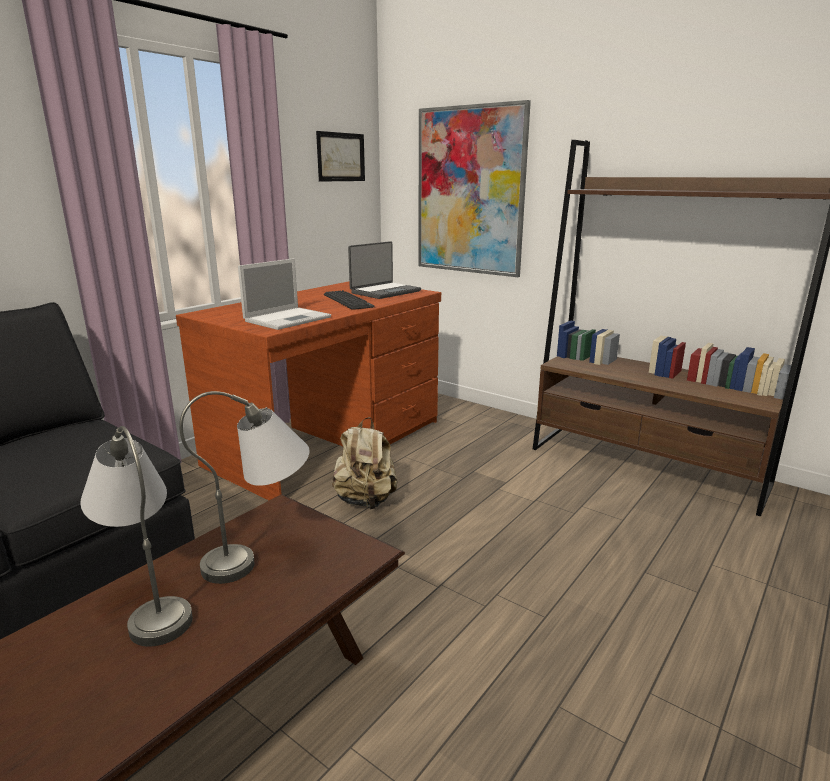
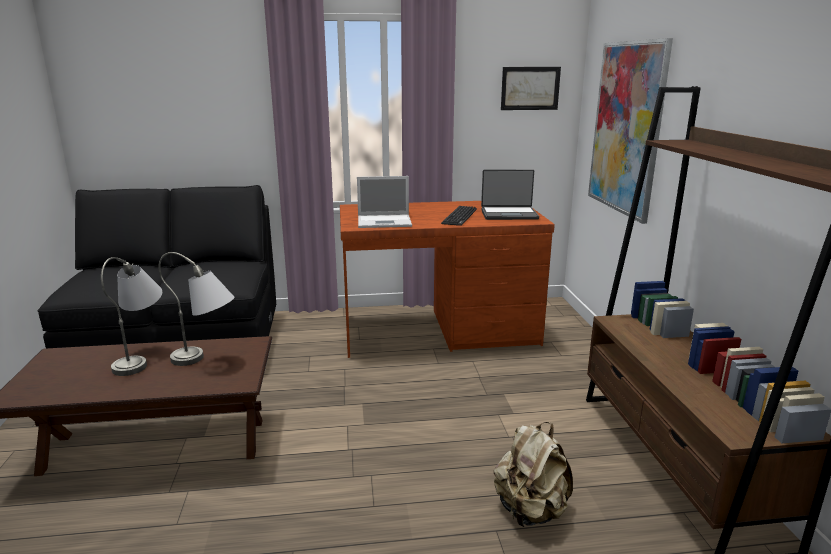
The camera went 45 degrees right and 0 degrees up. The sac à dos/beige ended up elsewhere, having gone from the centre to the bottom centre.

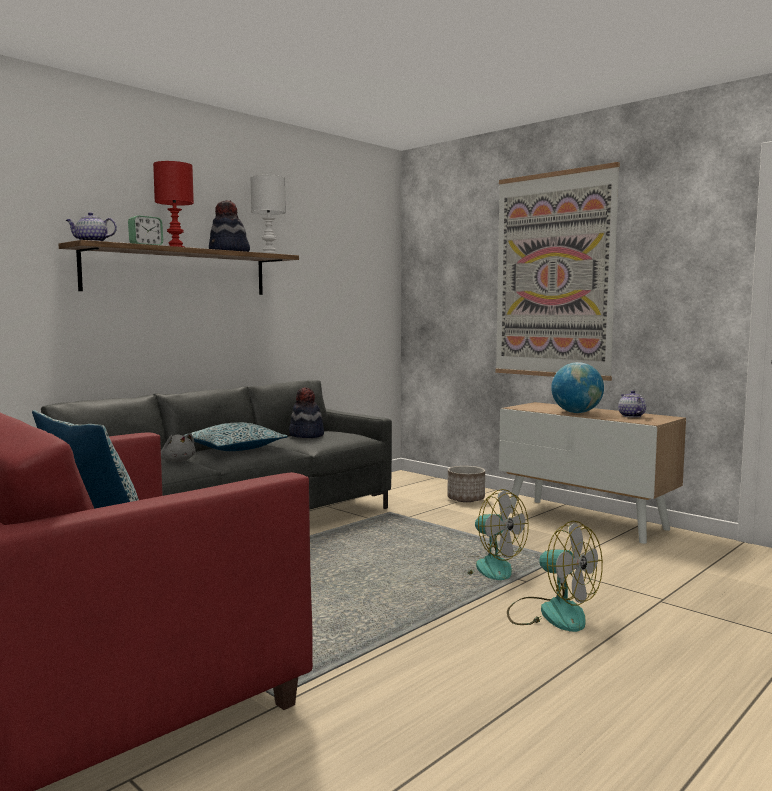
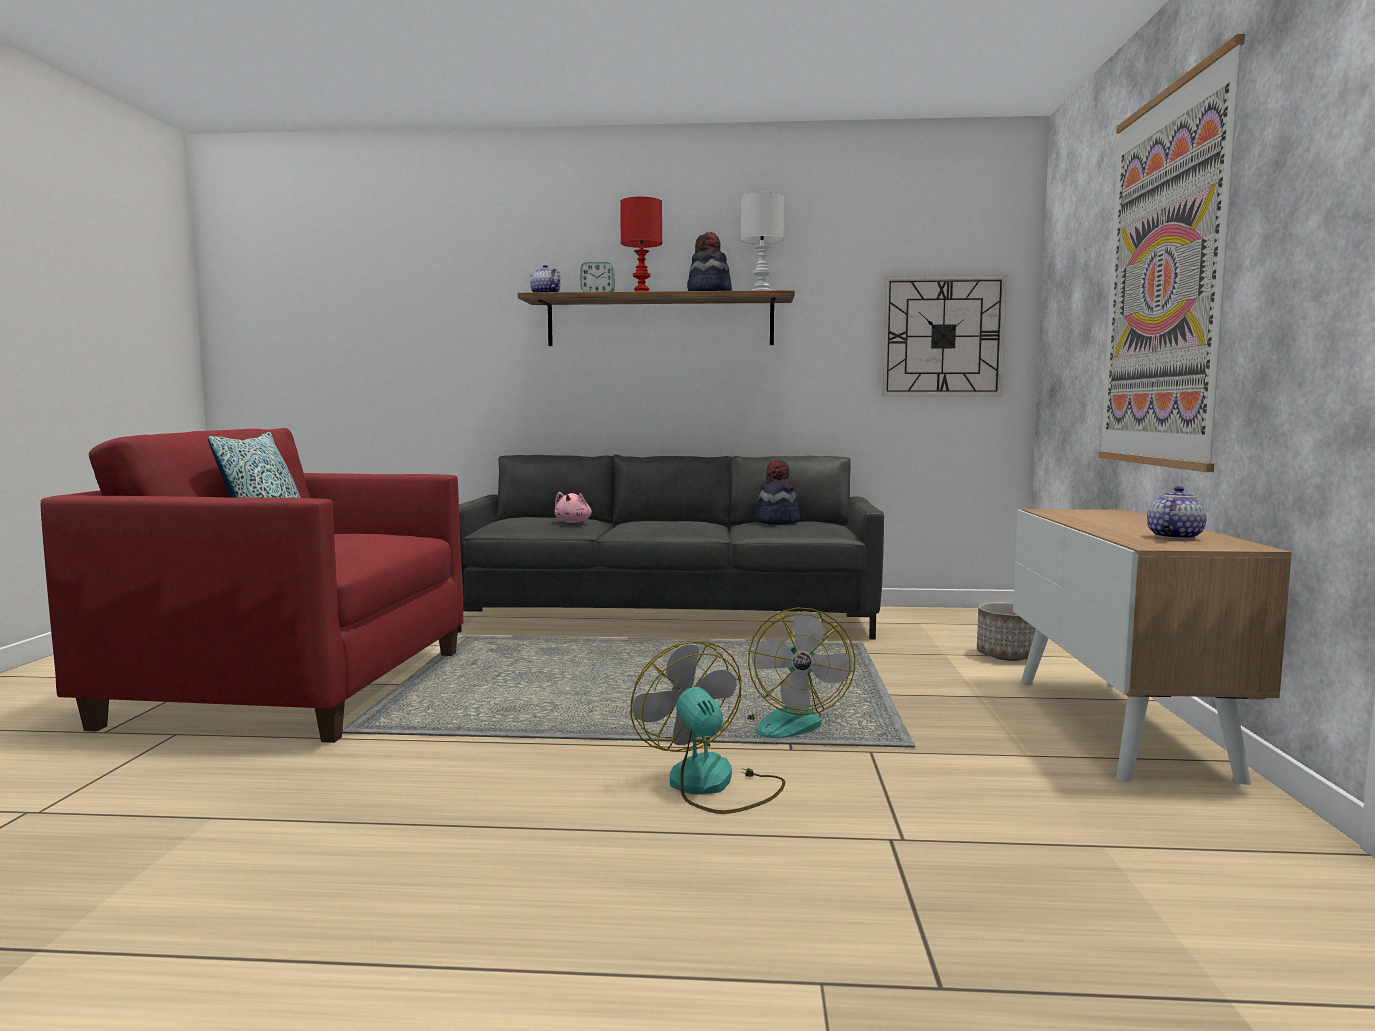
The camera went 50 degrees right and 0 degrees up. The second view lost the globe at the middle right. The second view lost the coussin (no. 2 from left) at the middle left. What was the peluche/gris at the middle left turned into the peluche/rose at the centre. The ventilateur (no. 2 from left in the first image) at the bottom right ended up facing another way, 150 degrees clockwise from before. The second view gained the horloge murale at the top right.

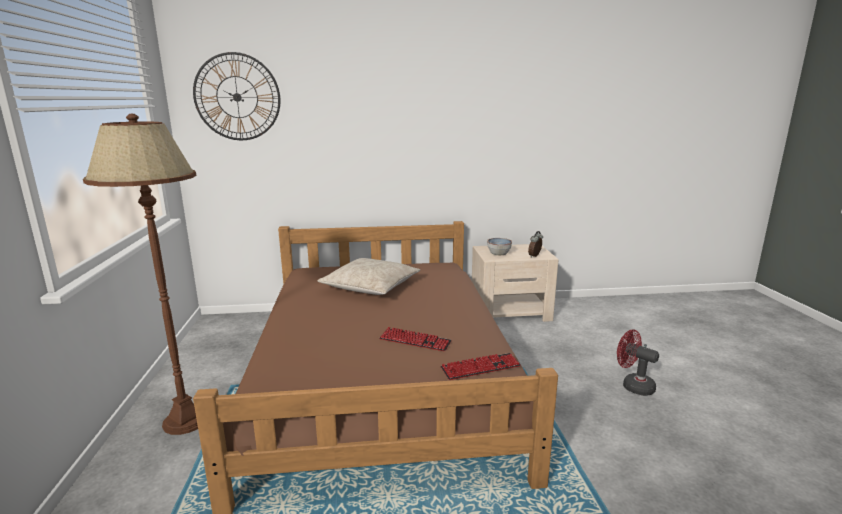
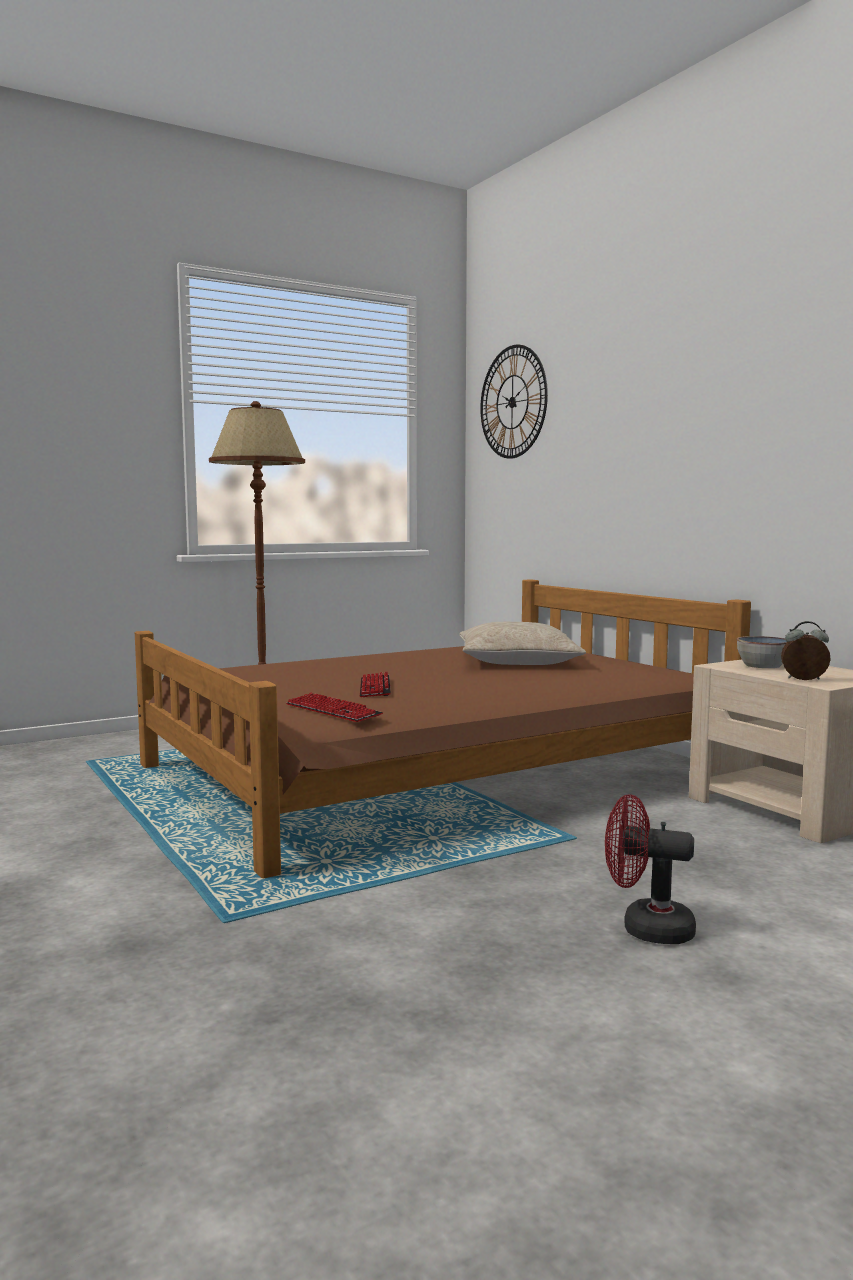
The camera went 65 degrees right and 10 degrees down. The ventilateur/rouge at the bottom right ended up facing another way, 90 degrees counterclockwise from before.

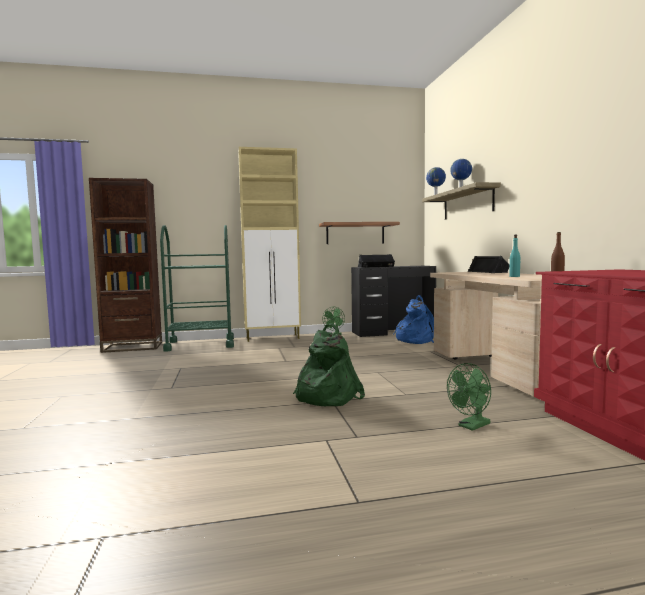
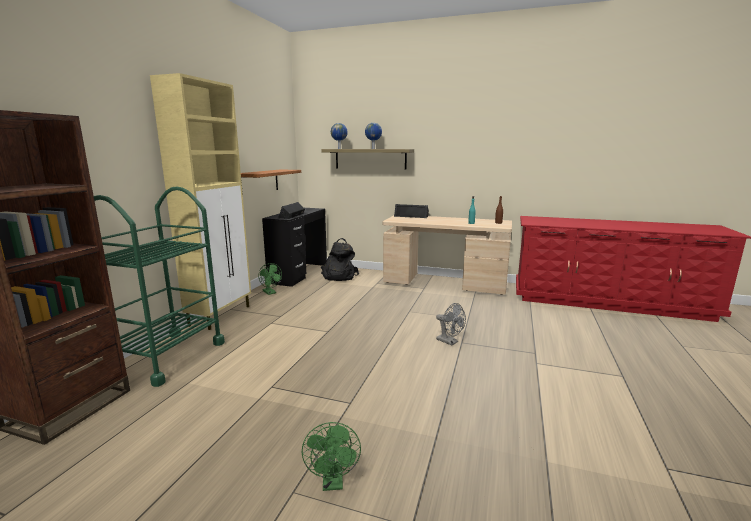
The camera went 60 degrees left and 10 degrees up. What was the sac à dos/bleu at the centre turned into the sac à dos/noir at the centre. Where the sac à dos/vert stood at the centre, the ventilateur/gris came to stand at the centre. The ventilateur/vert (no. 2 from left) ended up elsewhere, having gone from the bottom right to the bottom centre.

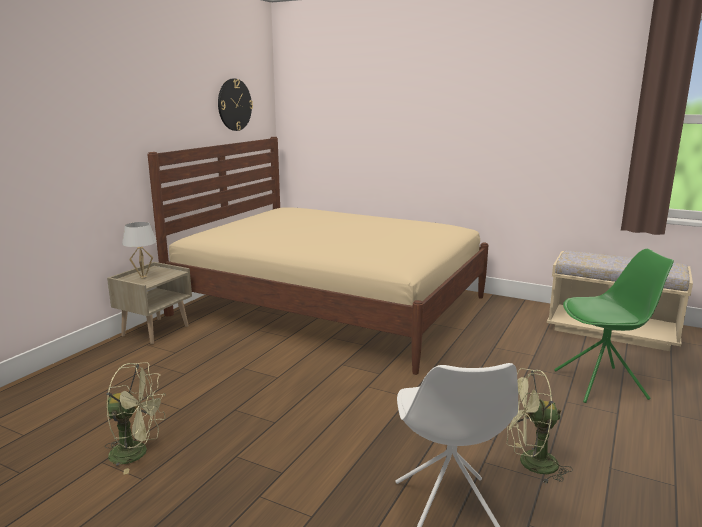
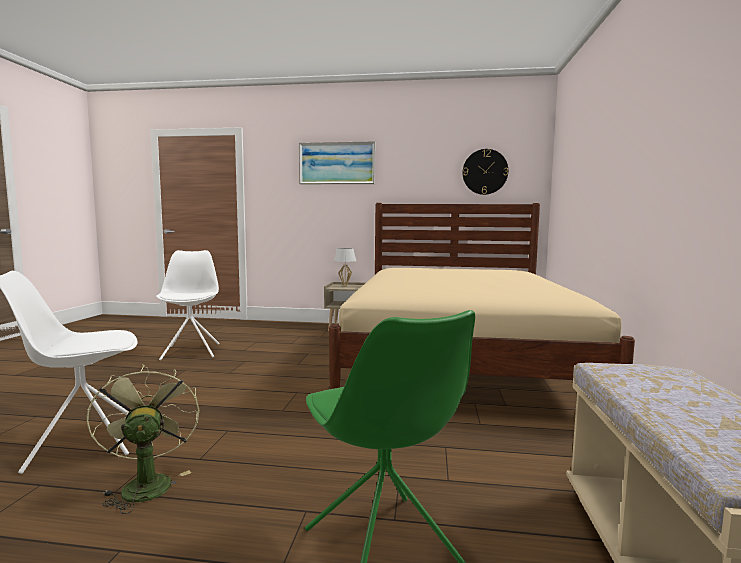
The camera went 70 degrees right and 10 degrees down. Where the ventilateur/vert (no. 1 from left) stood at the bottom left, the chaise/blanc (no. 2 from left) came to stand at the middle left. The second view gained the tableau at the top centre.

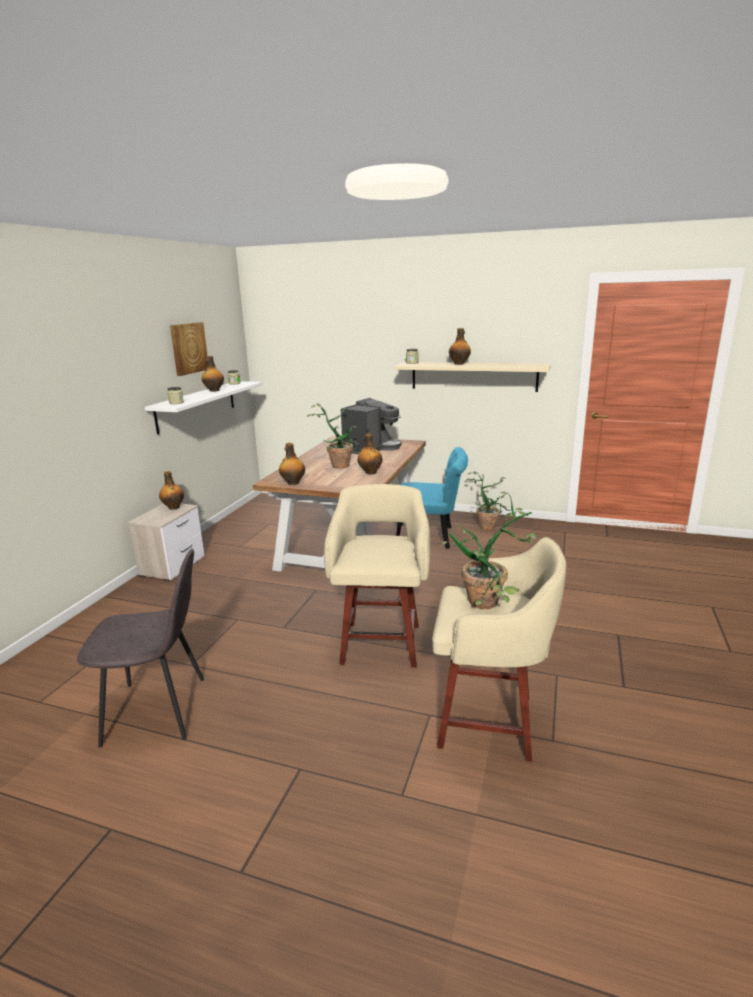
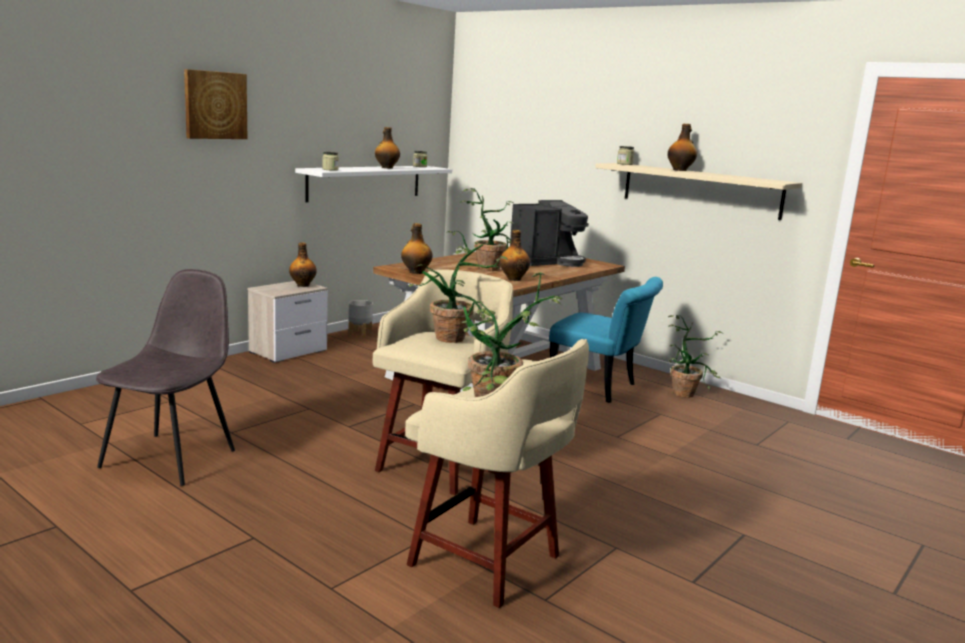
The camera went 20 degrees right and 5 degrees down. The tableau ended up elsewhere, having gone from the middle left to the top left. The chaise/gris at the middle left ended up facing another way, 90 degrees counterclockwise from before. The second view gained the plante en pot (no. 1 from left) at the centre. The second view gained the cache-pot/gris at the centre.

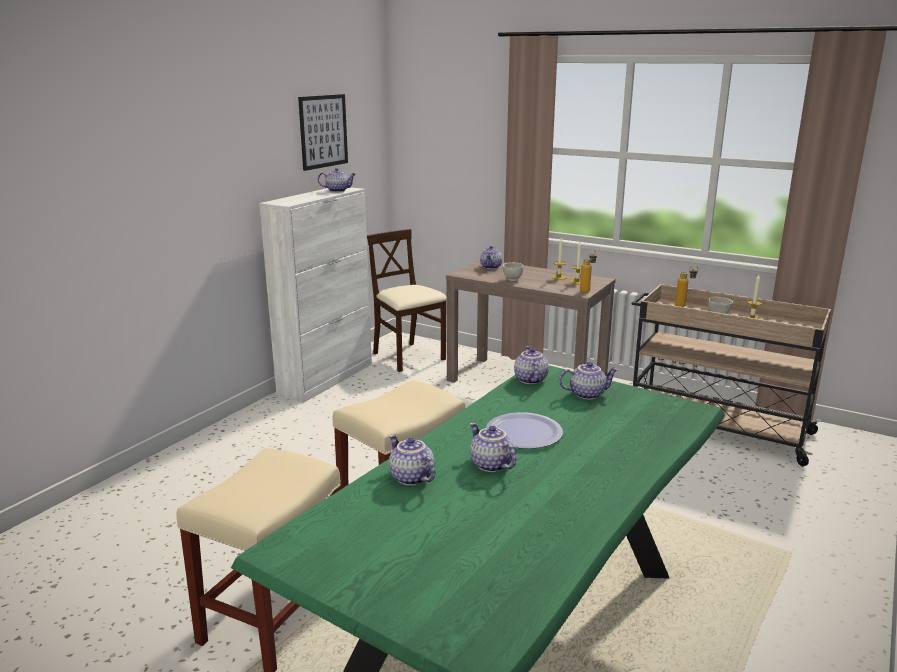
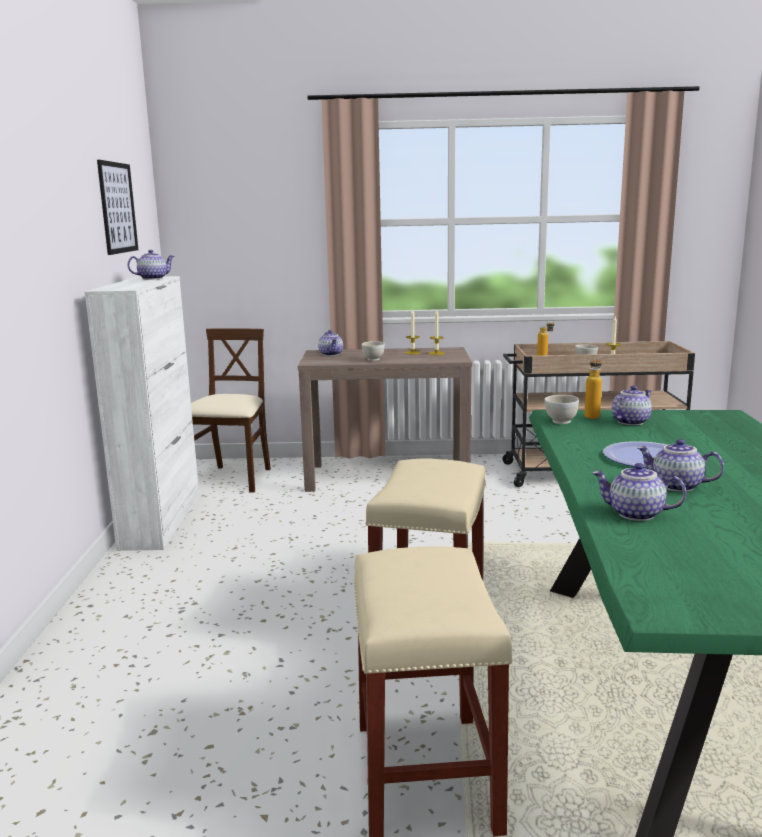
The camera went 30 degrees left and 5 degrees down. The chaise/beige at the centre ended up facing another way, 75 degrees clockwise from before. The bouteille (no. 1 from left in the first image) ended up elsewhere, having gone from the centre to the middle right. Where the théière (no. 5 from left) stood at the centre, the bol/blanc (no. 2 from left) came to stand at the middle right.

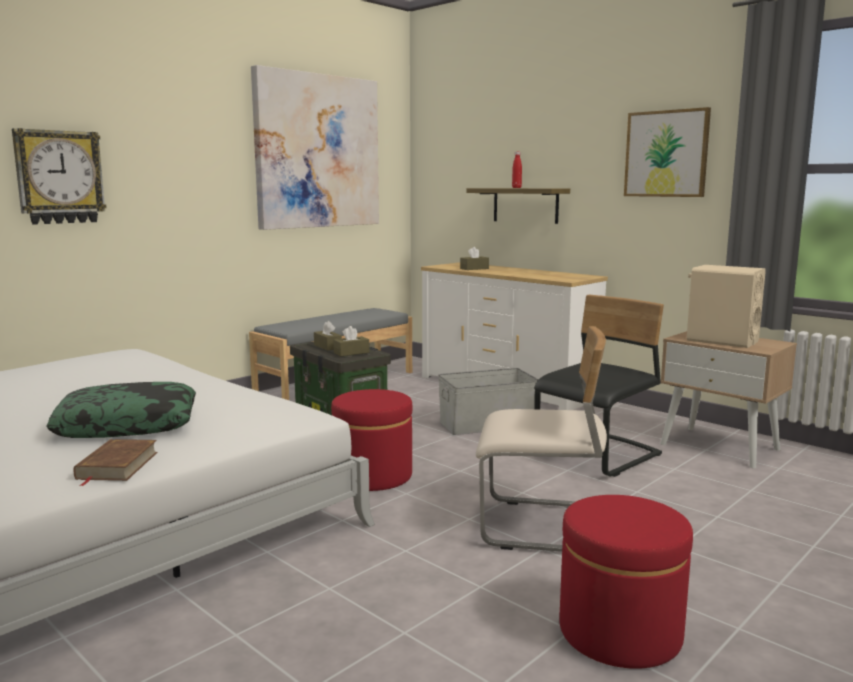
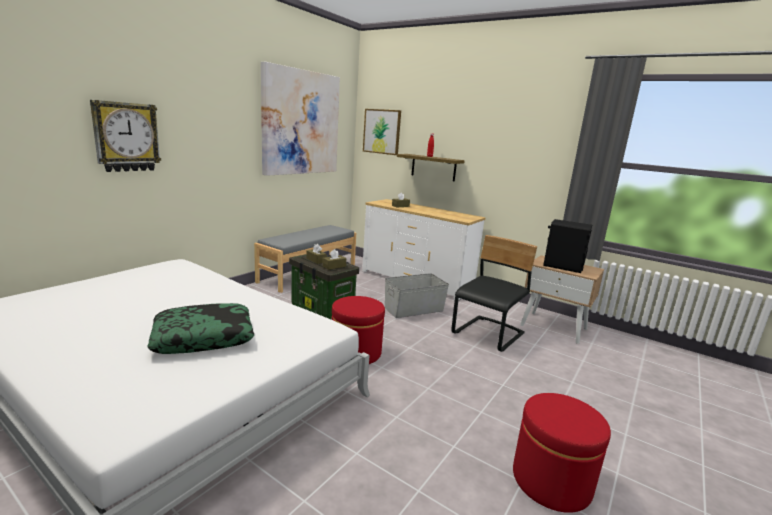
The camera went 10 degrees left and 5 degrees up. The tableau (no. 2 from left) ended up elsewhere, having gone from the top right to the top centre. What was the enceinte/beige at the middle right turned into the enceinte/noir at the middle right. The second view lost the chaise/beige at the centre. The second view lost the livre/marron at the bottom left.

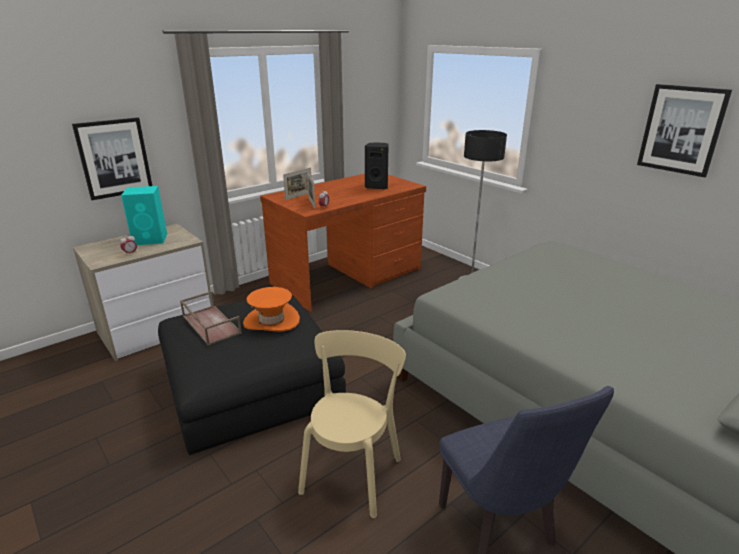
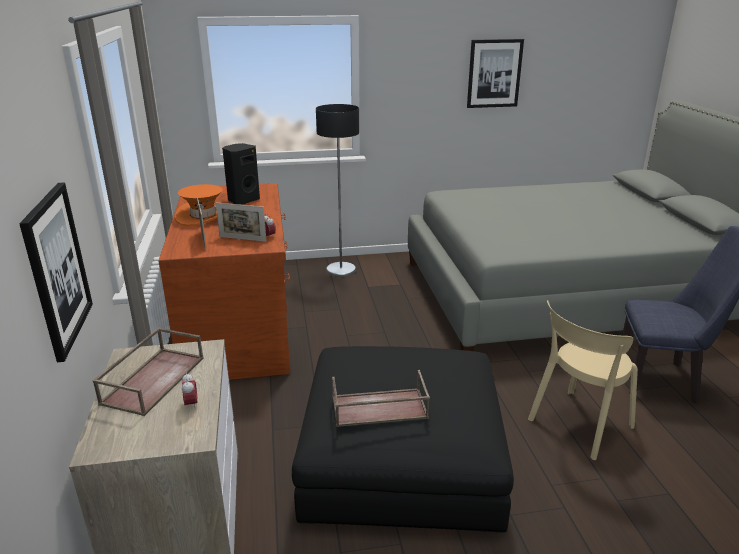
The camera went 60 degrees left and 0 degrees up. Where the enceinte/turquoise stood at the middle left, the plateau/marron (no. 1 from left) came to stand at the bottom left. The chapeau/orange ended up elsewhere, having gone from the centre to the middle left. The chaise/beige at the bottom centre ended up facing another way, 90 degrees counterclockwise from before.

